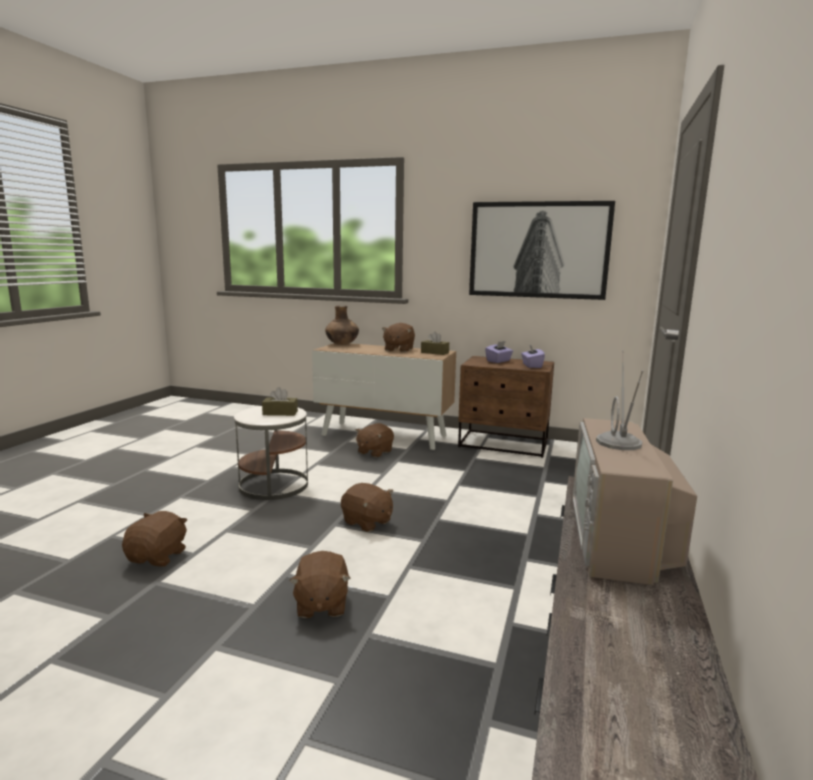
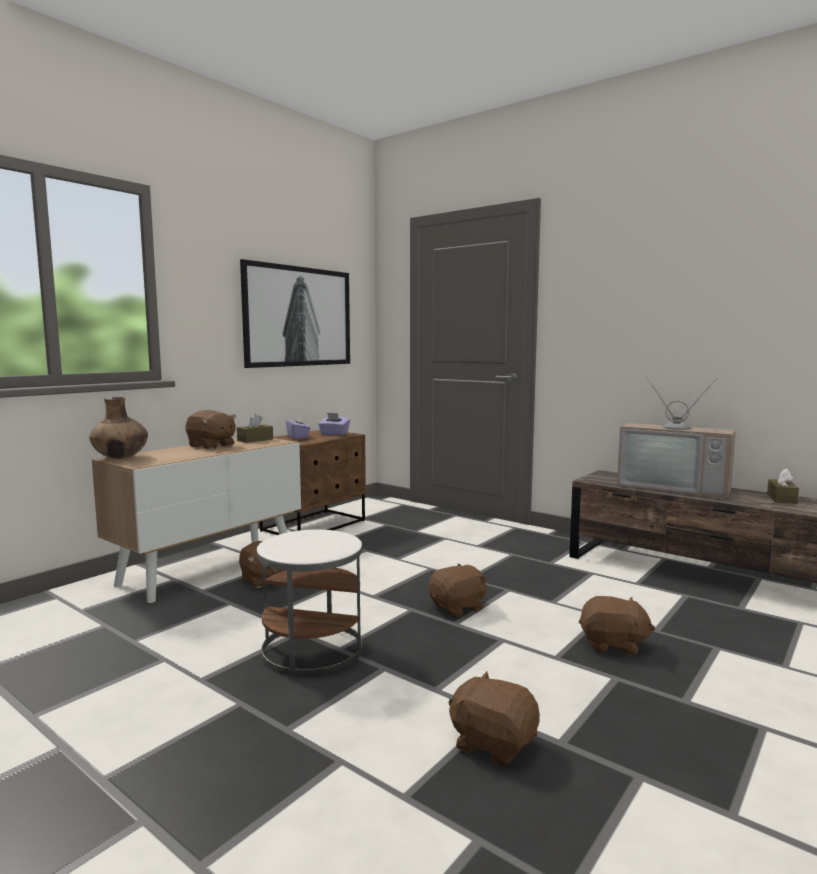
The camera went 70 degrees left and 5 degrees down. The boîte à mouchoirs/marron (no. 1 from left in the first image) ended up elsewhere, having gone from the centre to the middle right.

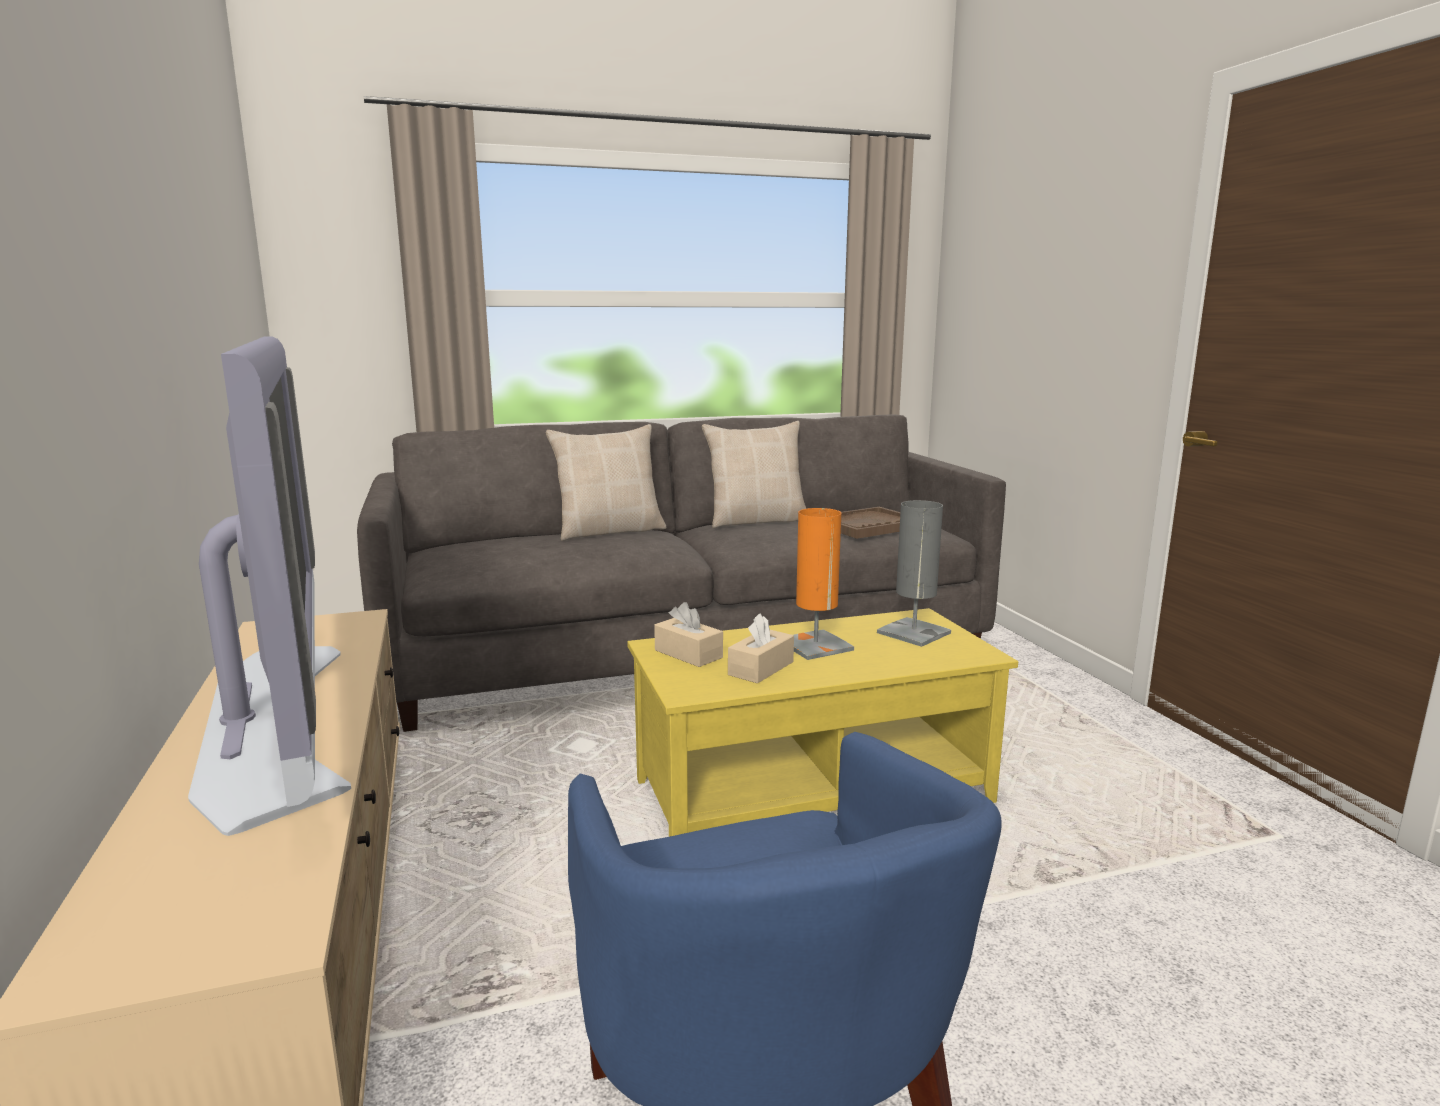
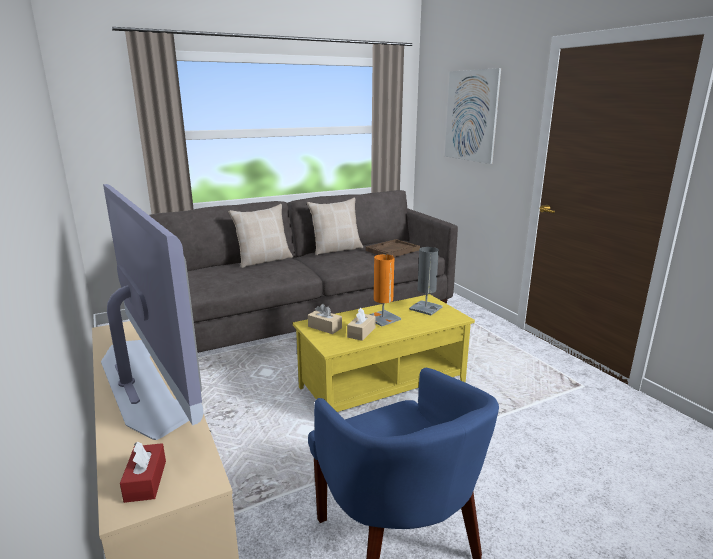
The camera went 10 degrees left and 5 degrees up. The second view gained the tableau at the top centre. The second view gained the boîte à mouchoirs/rouge at the bottom left.

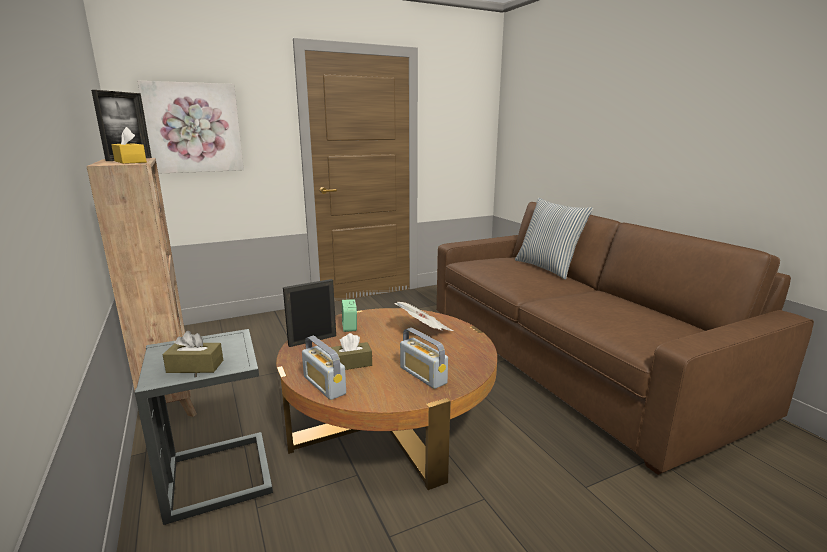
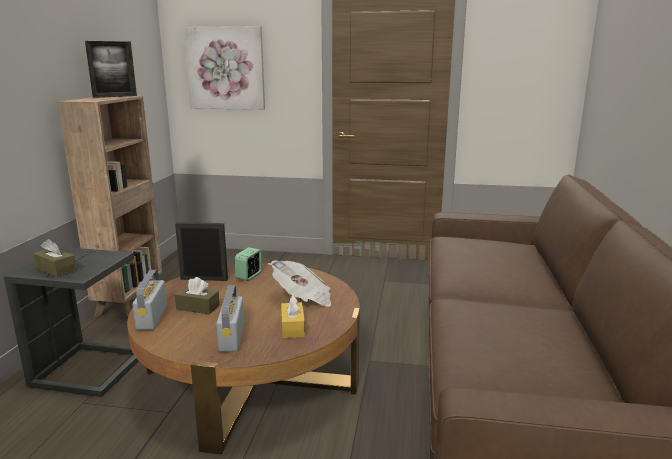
The camera went 35 degrees right and 0 degrees up. The boîte à mouchoirs/jaune ended up elsewhere, having gone from the top left to the bottom centre. The second view lost the coussin at the middle right.

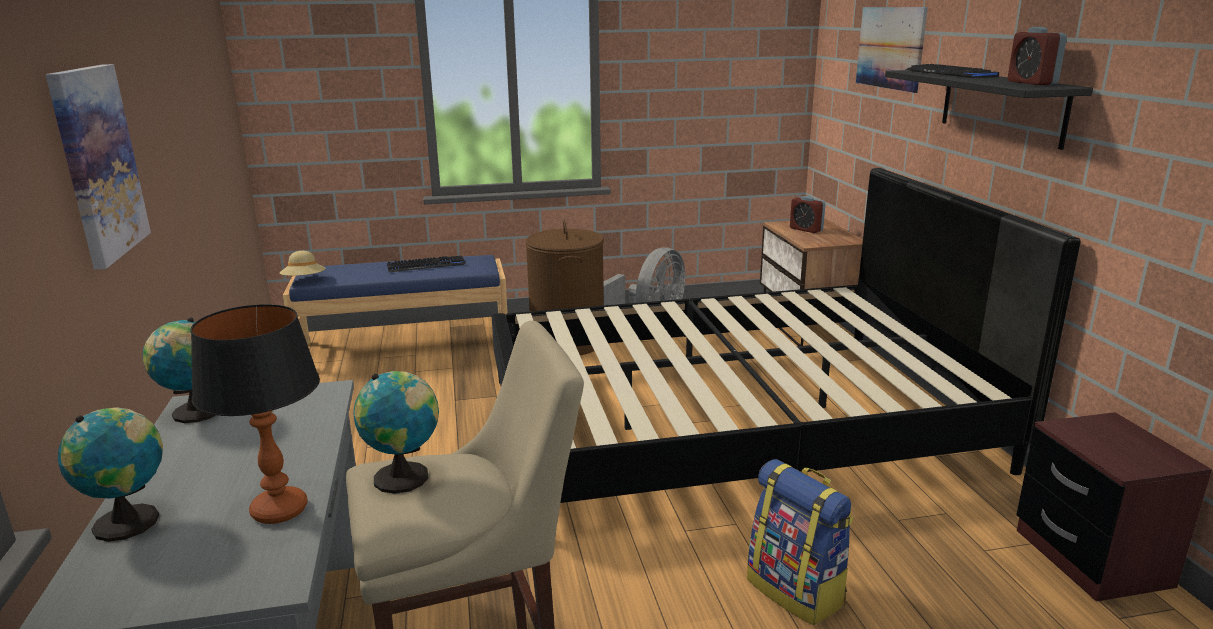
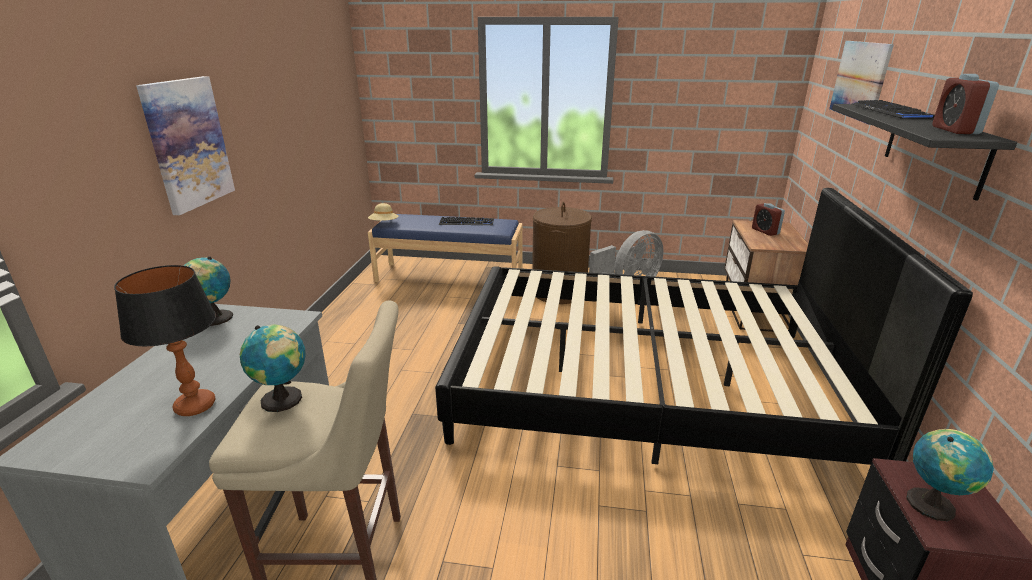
The camera went 20 degrees right and 5 degrees up. The globe (no. 1 from left in the first image) ended up elsewhere, having gone from the bottom left to the bottom right. The second view lost the sac à dos at the bottom centre.

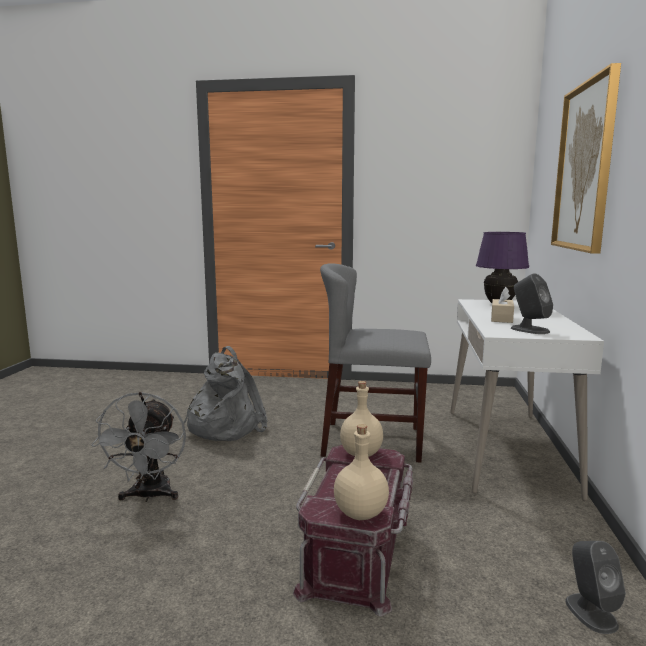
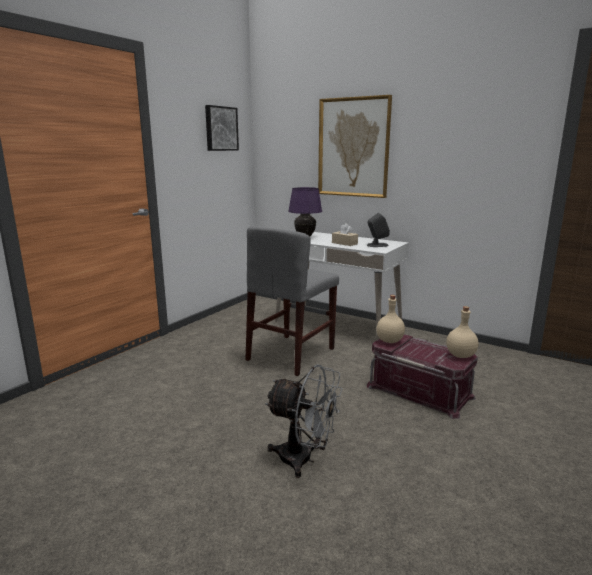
The camera went 65 degrees left and 5 degrees up. The second view lost the sac à dos/gris at the centre. The second view lost the enceinte/gris (no. 2 from left) at the bottom right. The second view gained the tableau (no. 1 from left) at the top centre.

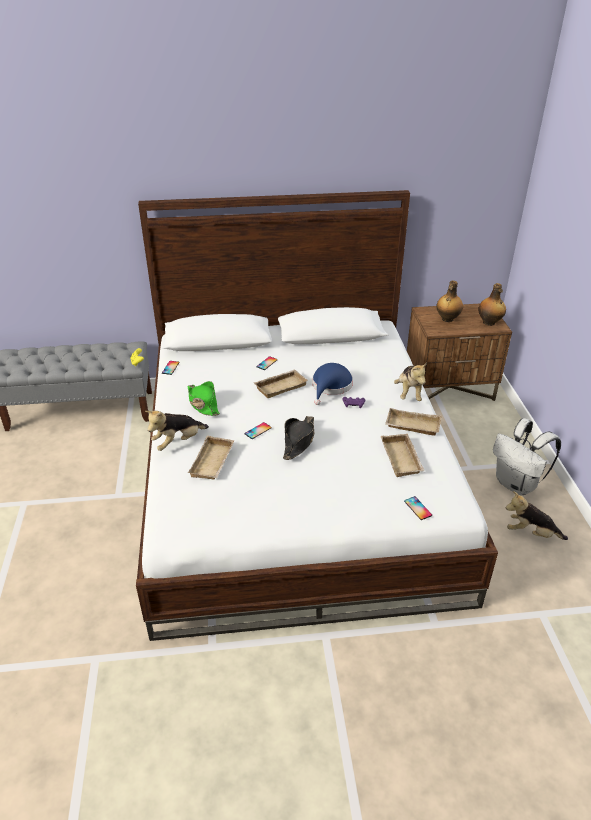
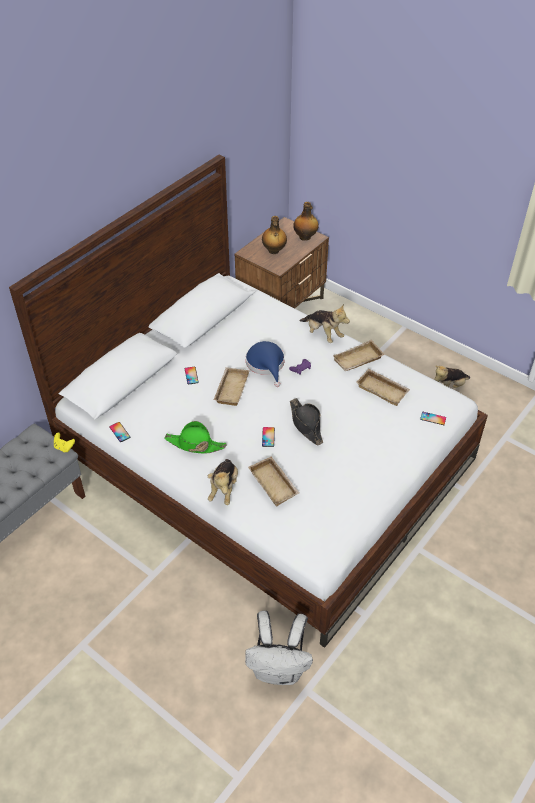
The camera went 45 degrees left and 10 degrees up. The sac à dos/blanc ended up elsewhere, having gone from the middle right to the bottom centre.

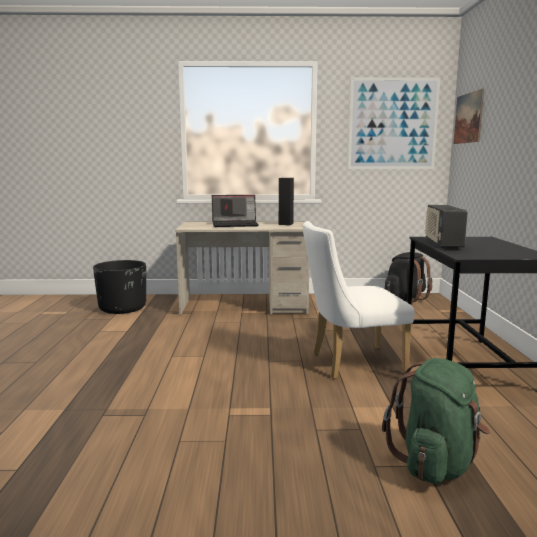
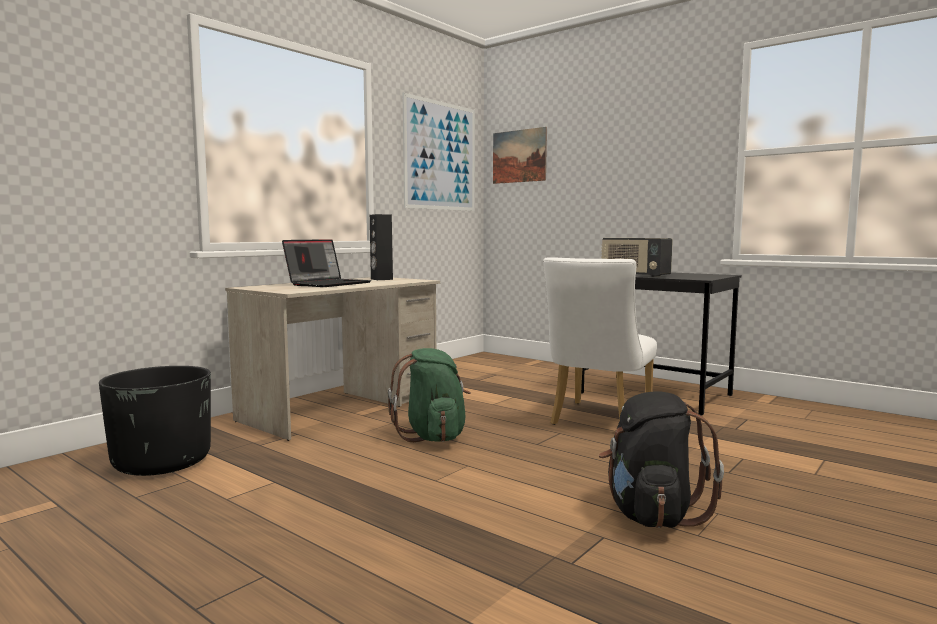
The camera went 50 degrees left and 5 degrees down. The sac à dos/noir ended up elsewhere, having gone from the middle right to the bottom right. The sac à dos/vert ended up elsewhere, having gone from the bottom right to the centre.

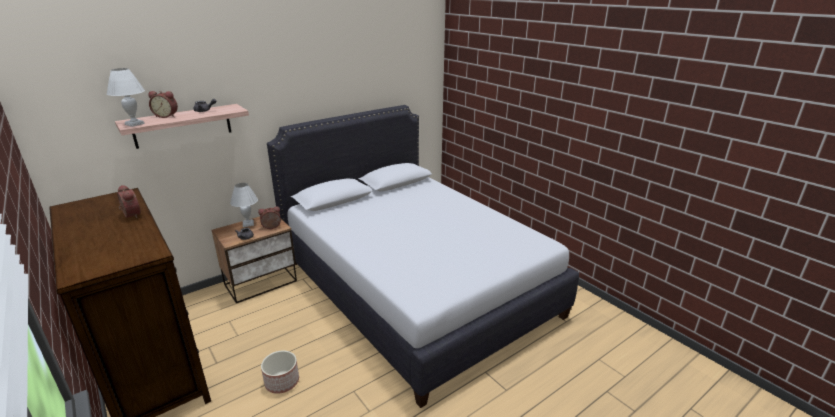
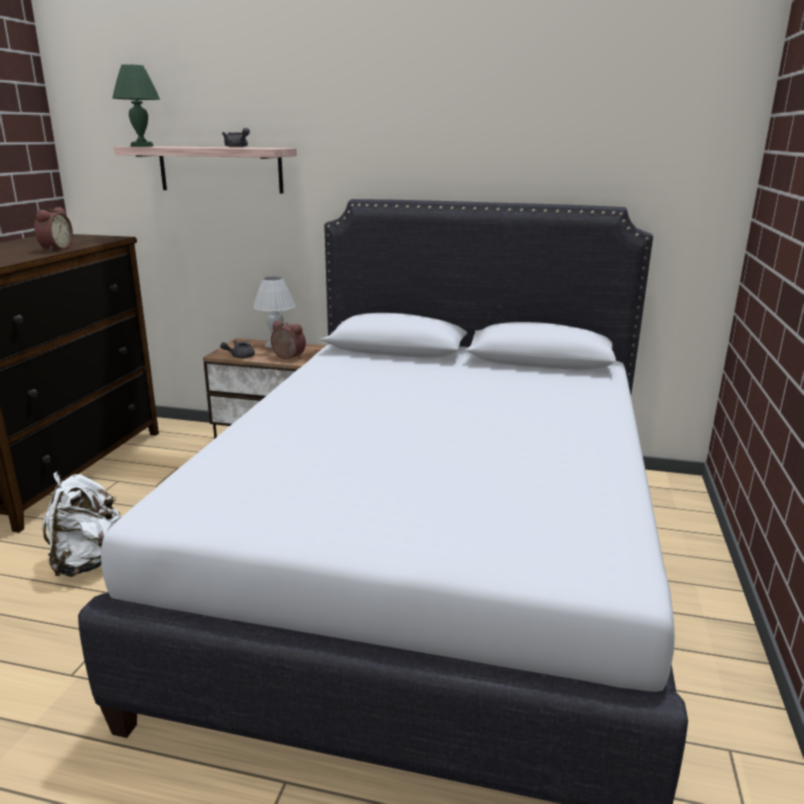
The camera went 50 degrees right and 5 degrees down. What was the lampe de table/blanc (no. 1 from left) at the top left turned into the lampe de table/vert at the top left. The second view lost the réveil (no. 2 from left) at the top left. Where the cache-pot stood at the bottom centre, the sac à dos/blanc came to stand at the middle left.

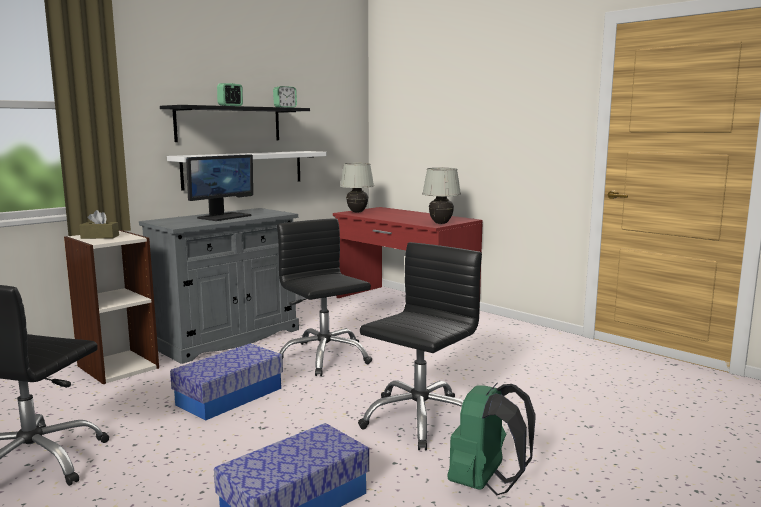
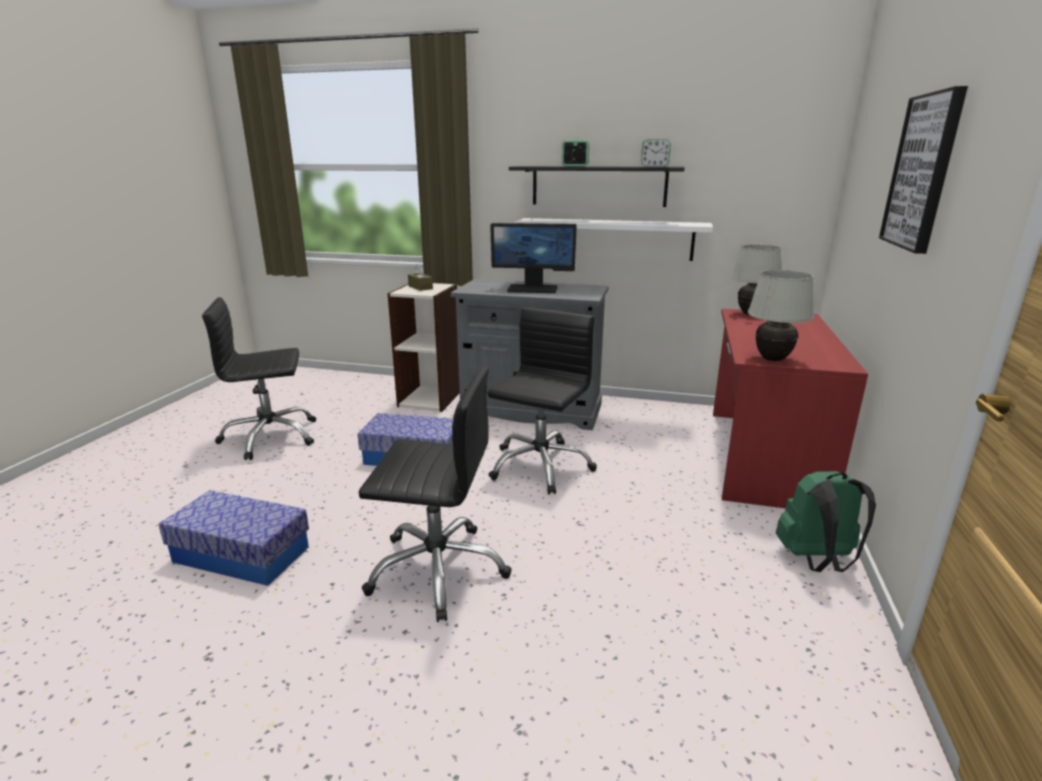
The camera went 60 degrees right and 10 degrees up. The sac à dos/vert ended up elsewhere, having gone from the bottom centre to the bottom right. The second view gained the tableau at the top right.

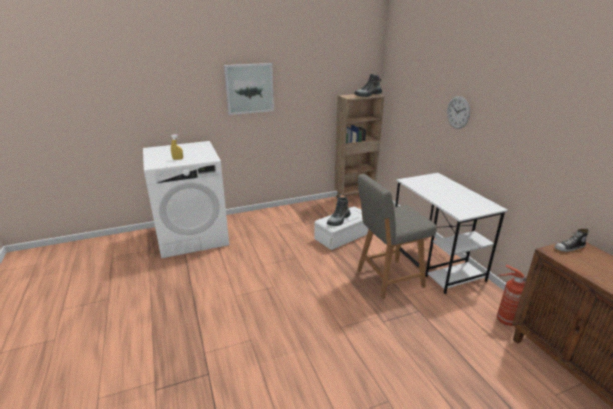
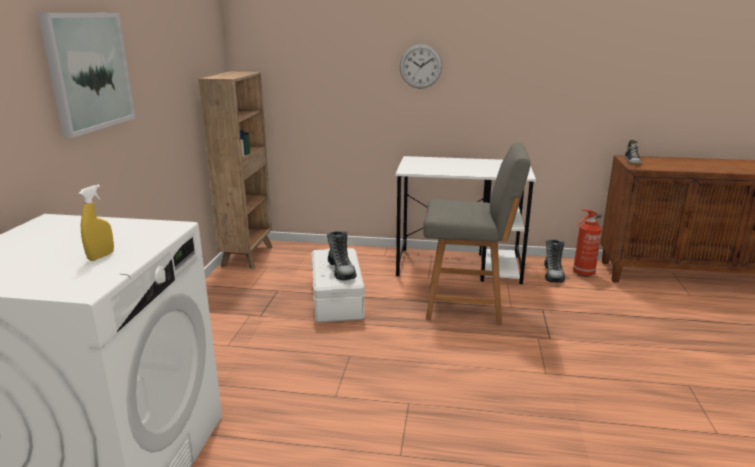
The camera went 60 degrees left and 5 degrees down. The botte (no. 2 from left) ended up elsewhere, having gone from the top centre to the middle right. The chaise/gris at the centre ended up facing another way, 90 degrees counterclockwise from before.

